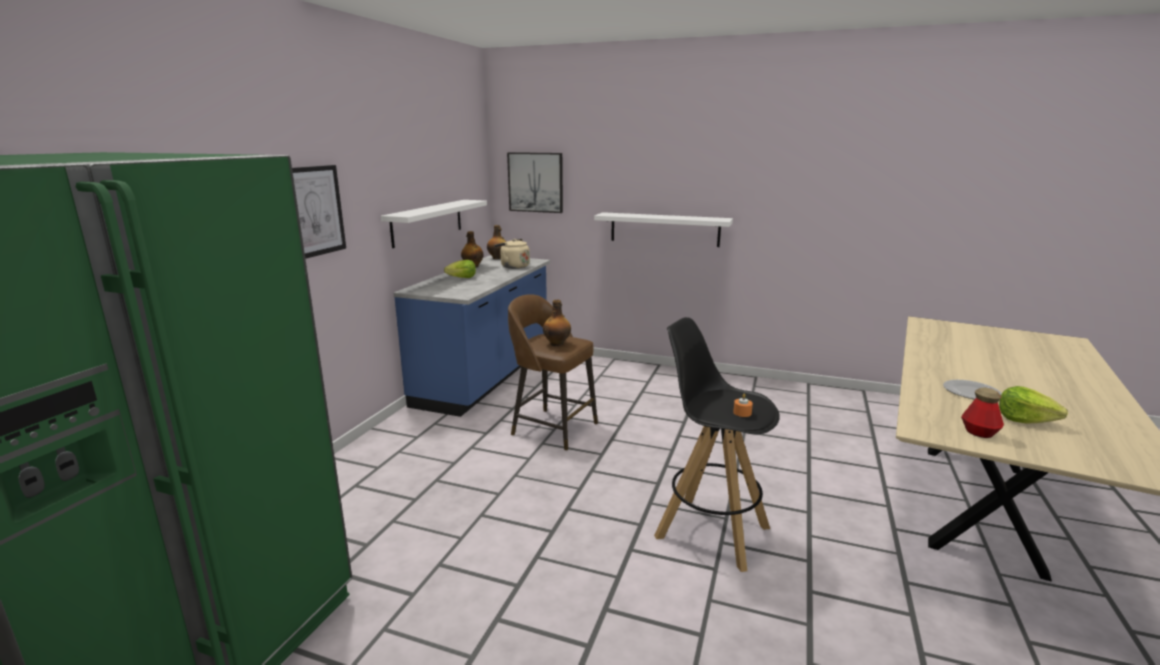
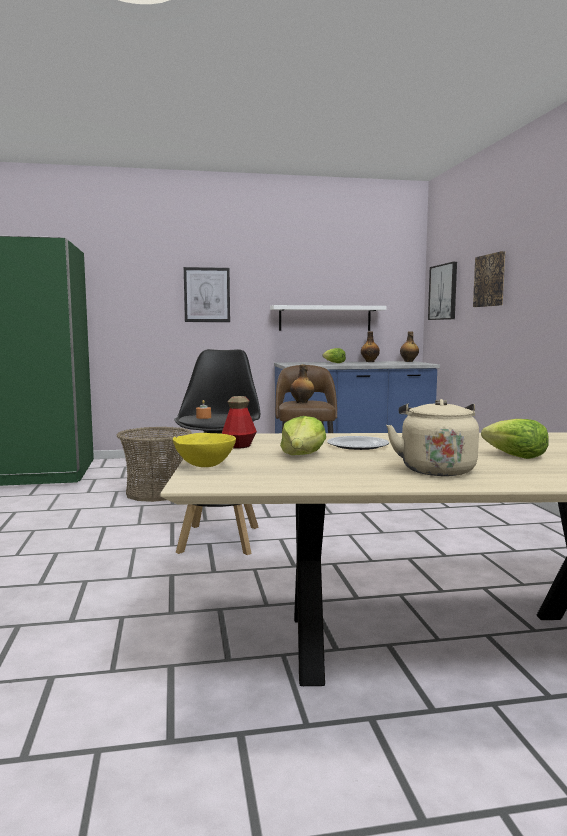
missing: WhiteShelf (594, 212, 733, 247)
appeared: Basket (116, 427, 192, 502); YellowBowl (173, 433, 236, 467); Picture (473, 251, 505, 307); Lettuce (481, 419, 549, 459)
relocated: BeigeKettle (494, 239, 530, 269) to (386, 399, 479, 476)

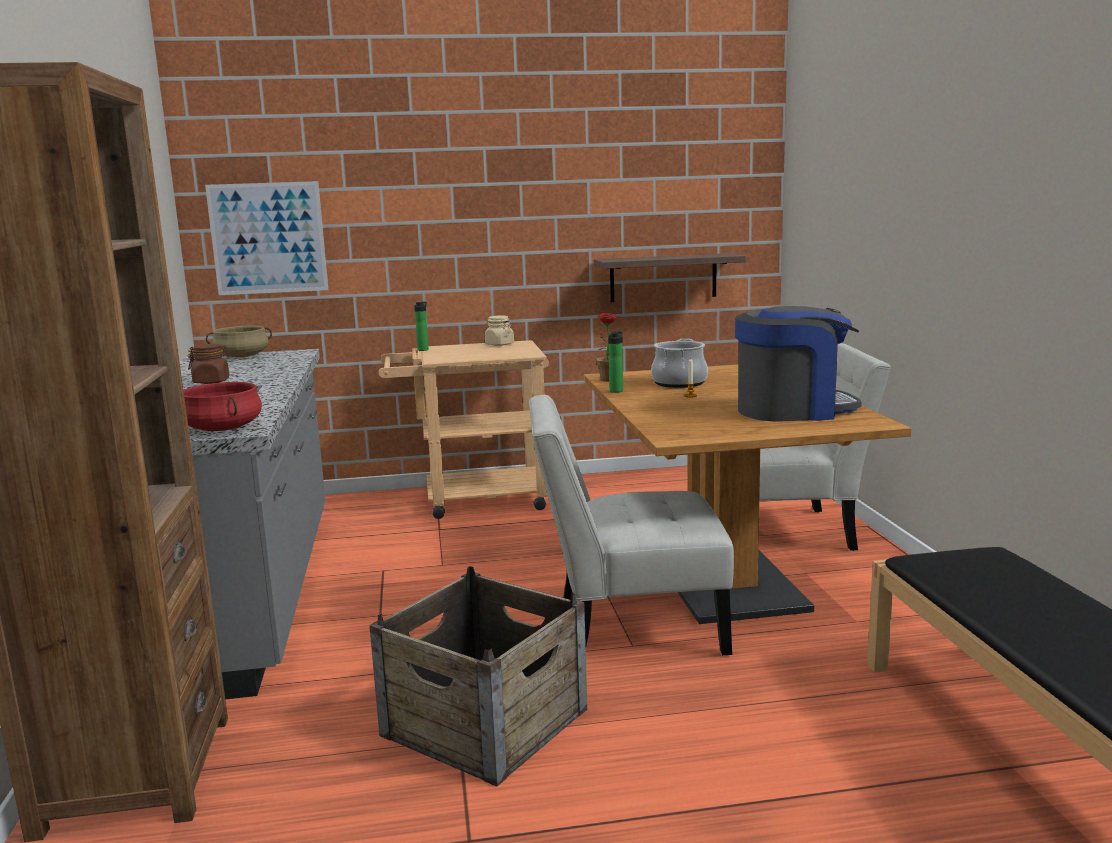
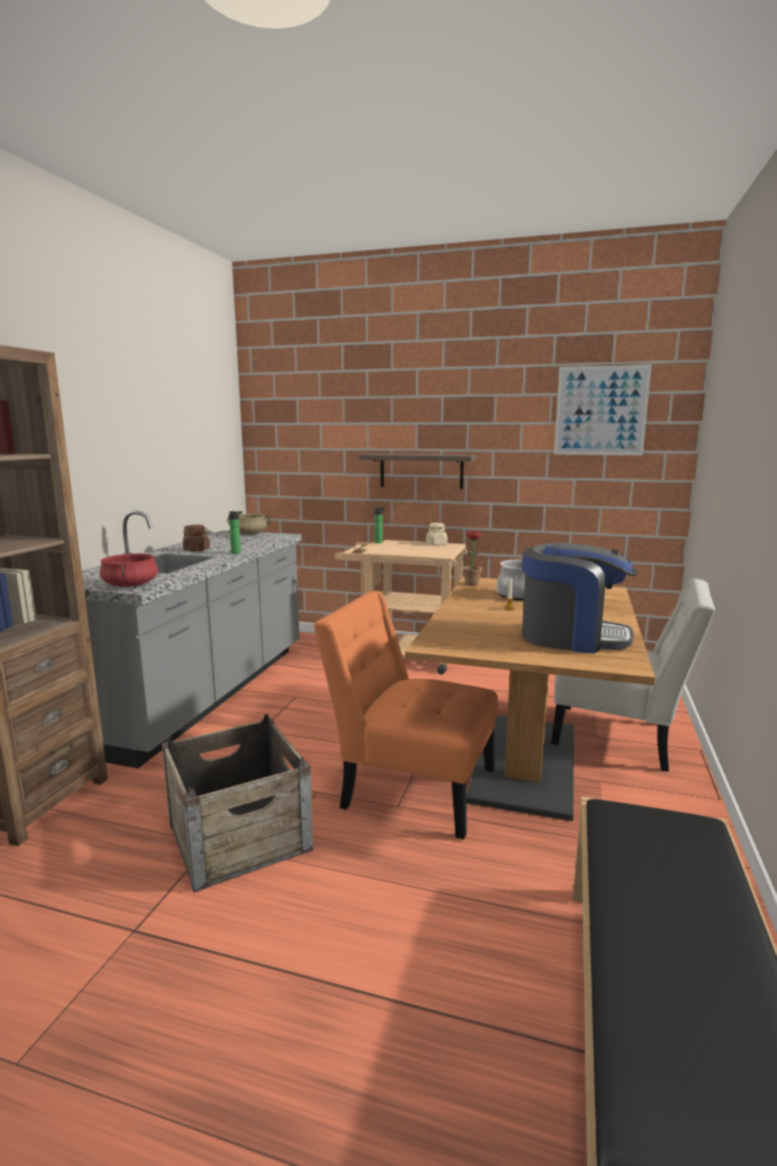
relocated: Bottle (608, 332, 623, 393) to (229, 511, 243, 554); Shelf (594, 253, 746, 302) to (359, 454, 477, 489); Picture (205, 181, 328, 295) to (554, 365, 652, 455)
colour: WhiteChair (529, 395, 734, 655) to OrangeChair (314, 591, 498, 840)

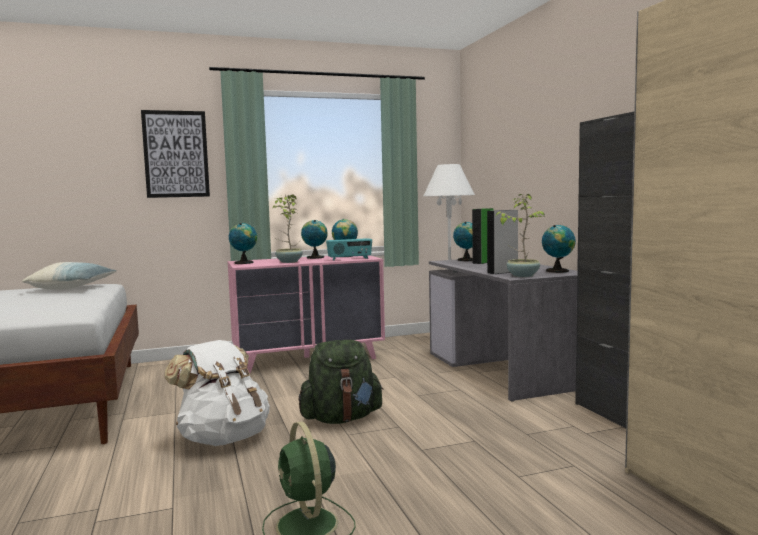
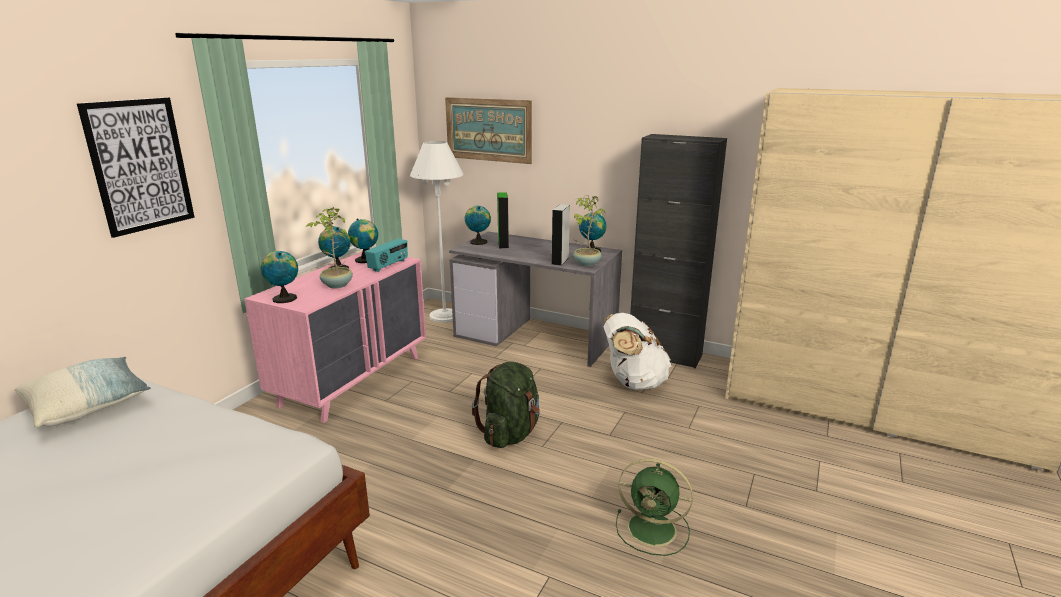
appeared: Picture (445, 97, 532, 164)
relocated: WhiteBackpack (164, 340, 270, 446) to (603, 313, 672, 390)

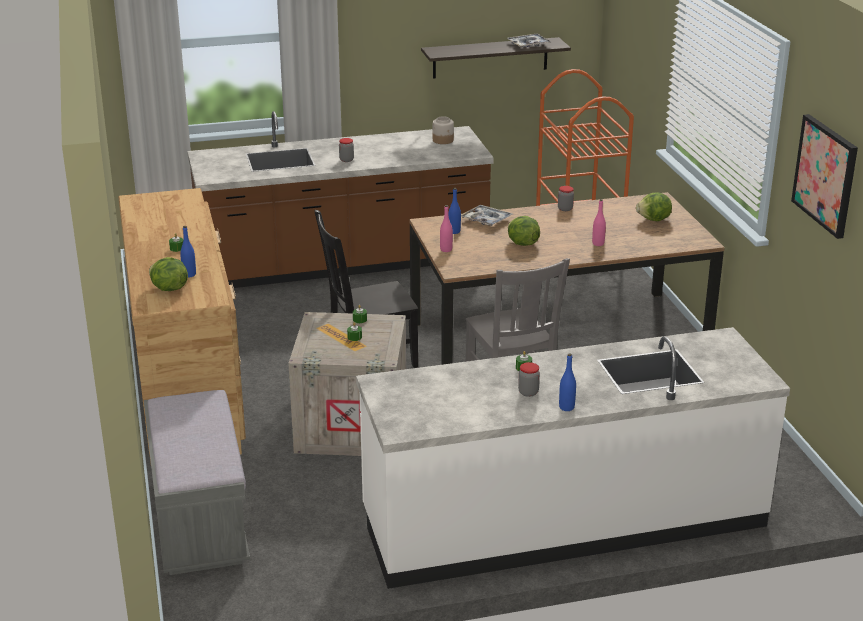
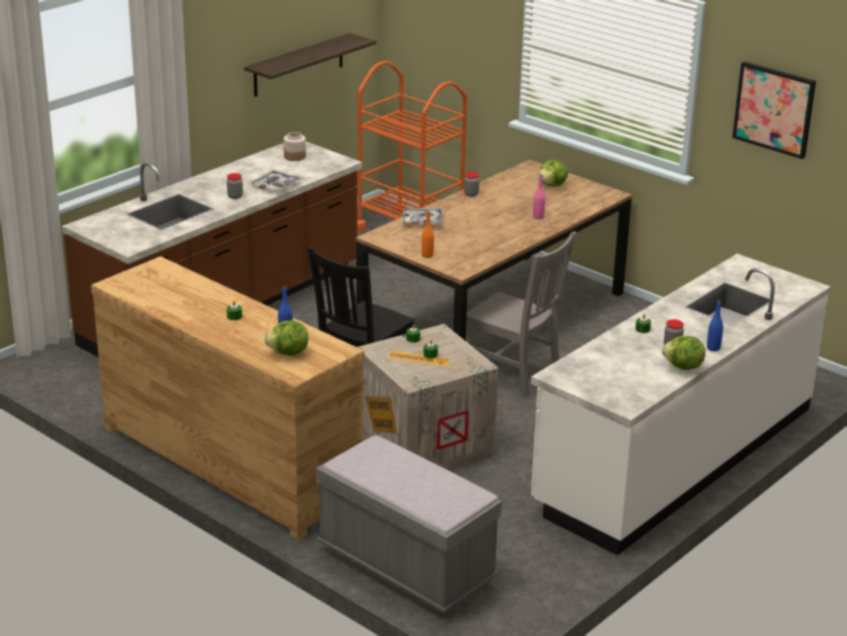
missing: BlueBottle (449, 188, 461, 234)
relocated: Tray (507, 34, 552, 47) to (250, 170, 301, 191); Lettuce (508, 216, 540, 246) to (662, 335, 705, 370)
colour: PinkBottle (440, 205, 453, 252) to OrangeBottle (421, 212, 434, 258)

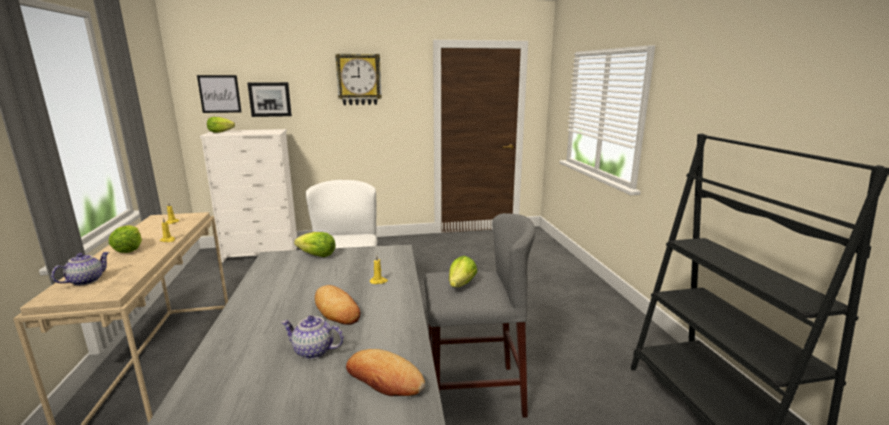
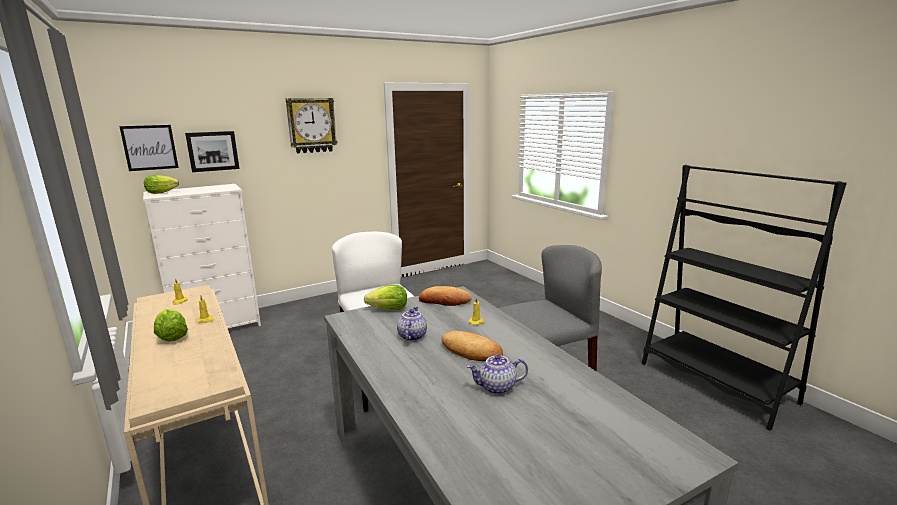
missing: Lettuce (449, 256, 477, 287)
relocated: Teapot (51, 252, 109, 286) to (397, 306, 427, 341); Bread (346, 349, 425, 396) to (419, 286, 472, 306)

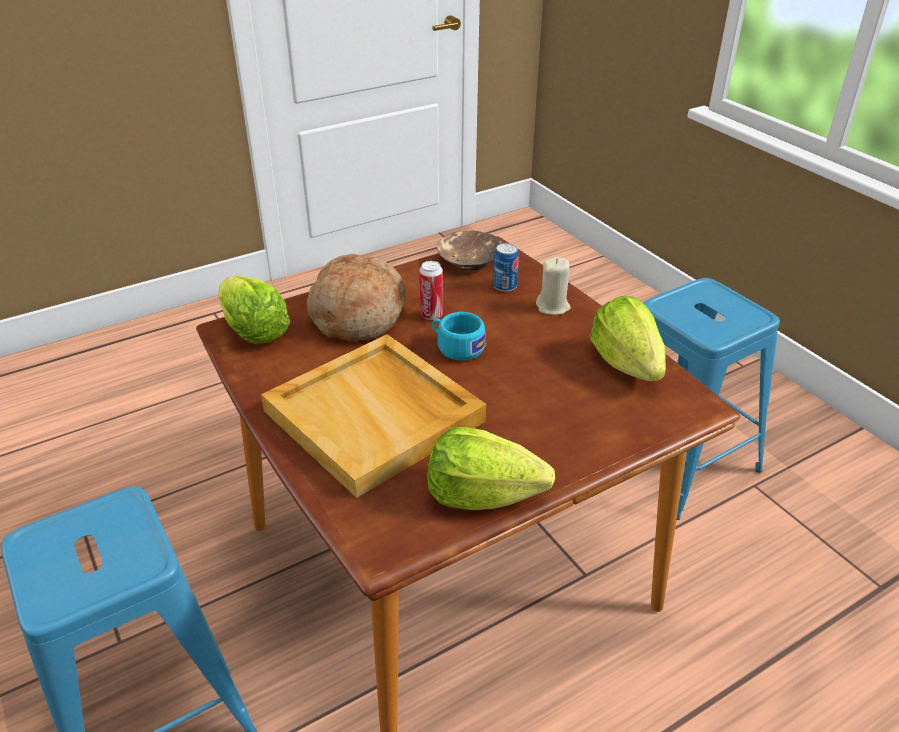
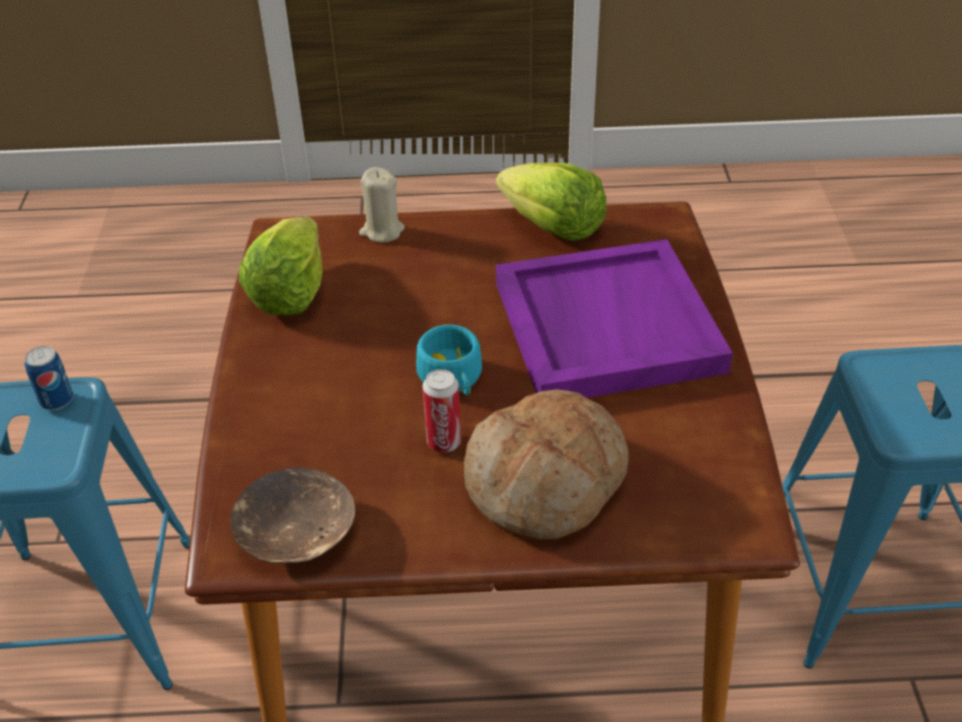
missing: Lettuce (218, 276, 290, 344)
relocated: Can (493, 243, 519, 292) to (25, 346, 73, 410); BeigeCandle (536, 257, 570, 315) to (359, 167, 405, 243)
colour: BeigeTray (261, 334, 486, 498) to PurpleTray (496, 239, 733, 398)

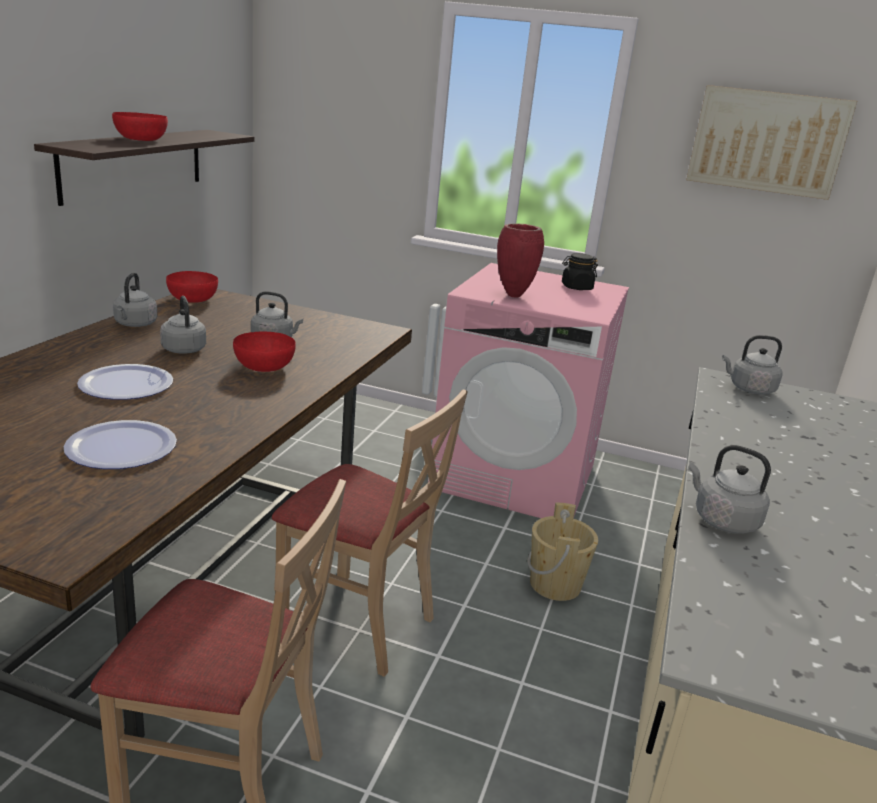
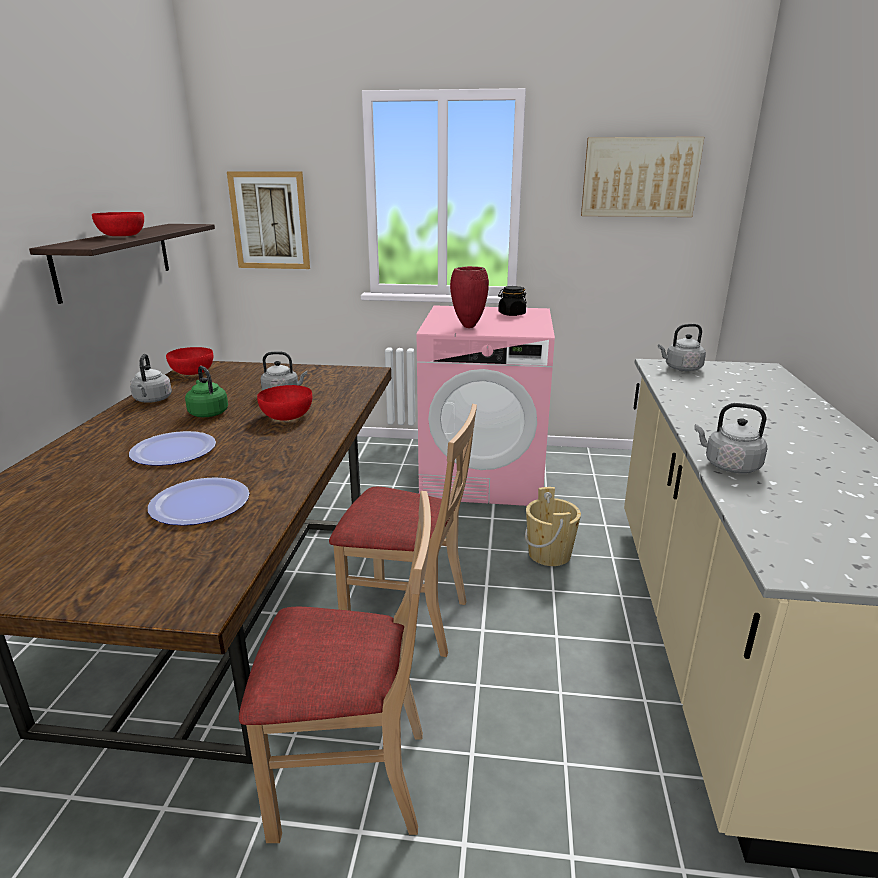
appeared: Picture (227, 171, 310, 269)
colour: GreyKettle (160, 296, 206, 354) to GreenKettle (185, 366, 228, 417)

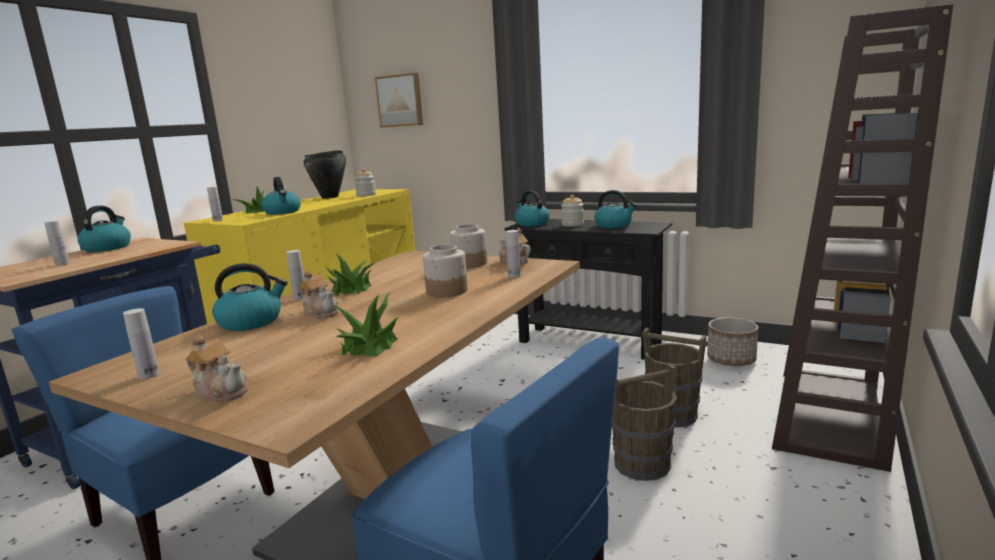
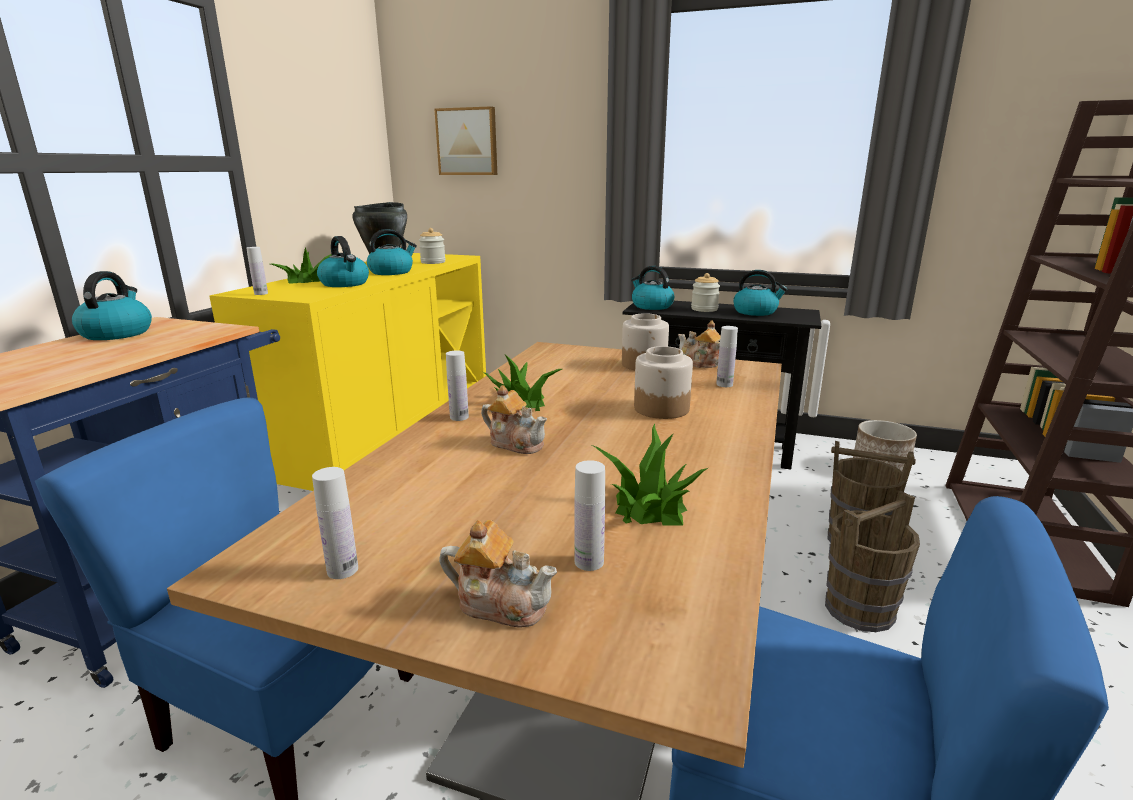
relocated: Kettle (212, 263, 287, 331) to (367, 229, 417, 275); WhiteBottle (44, 221, 70, 266) to (575, 460, 605, 571)

